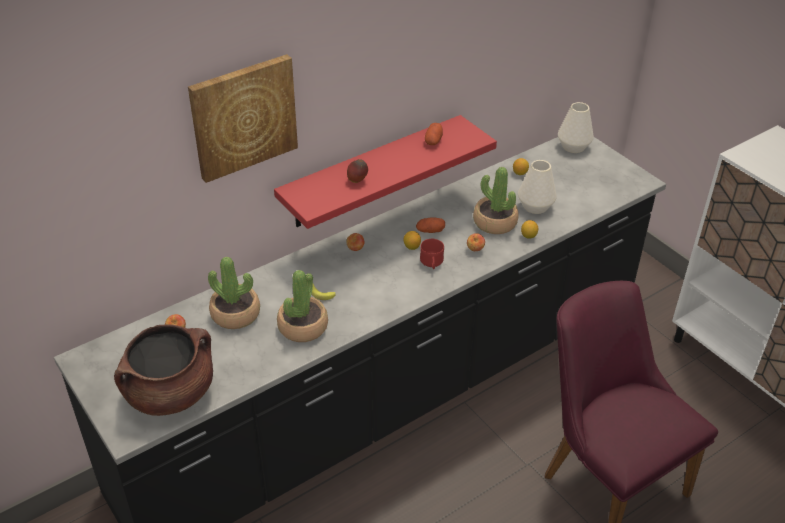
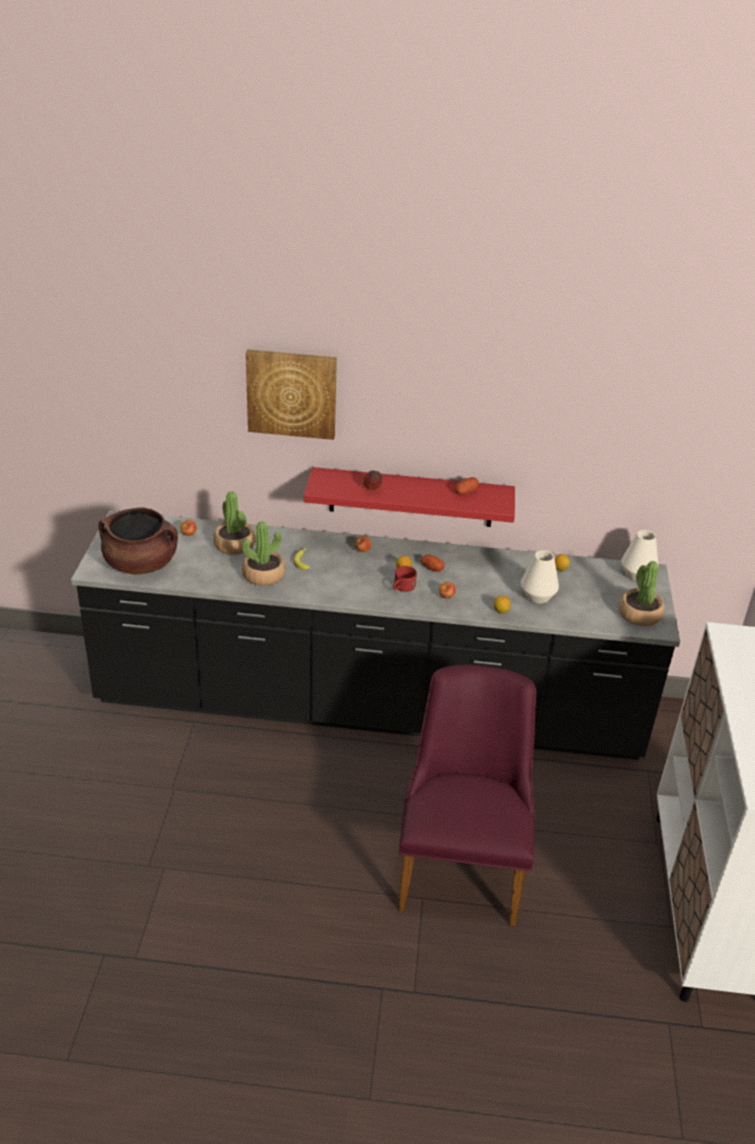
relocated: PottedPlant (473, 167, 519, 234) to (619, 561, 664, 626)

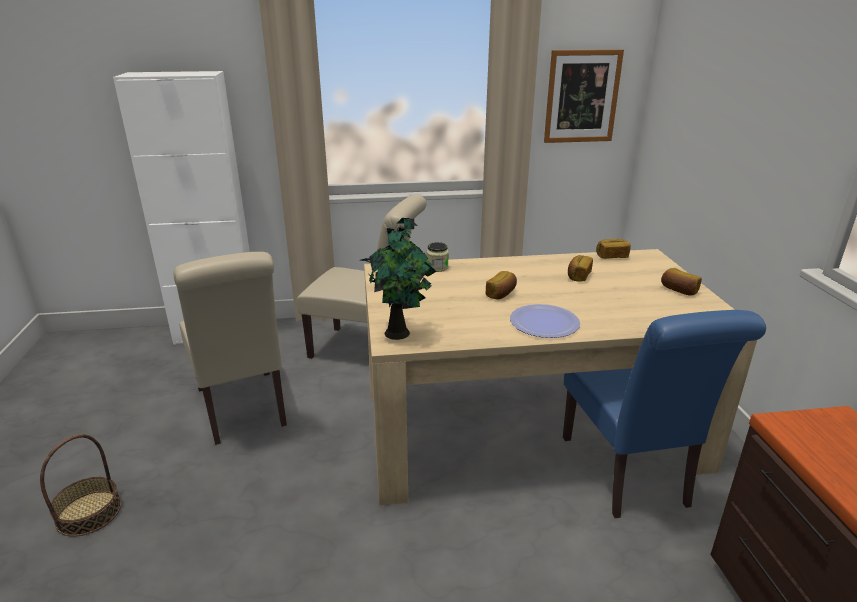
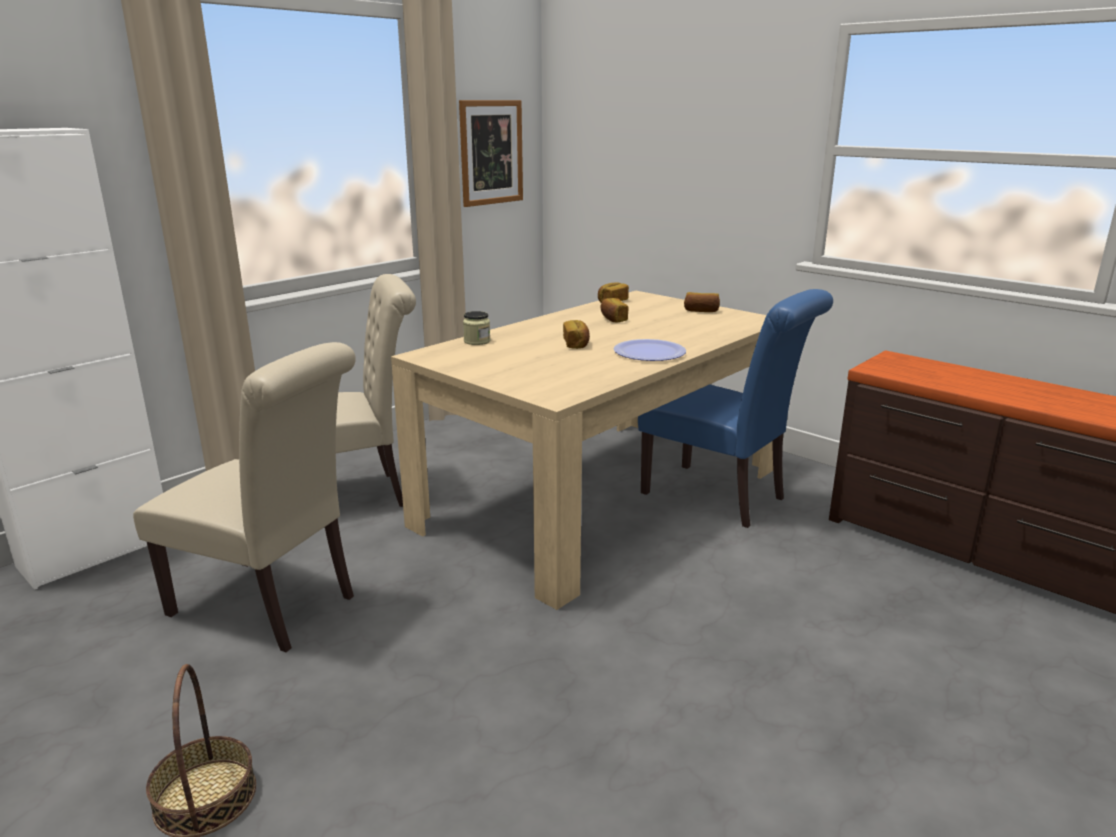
missing: PottedPlant (360, 218, 437, 340)

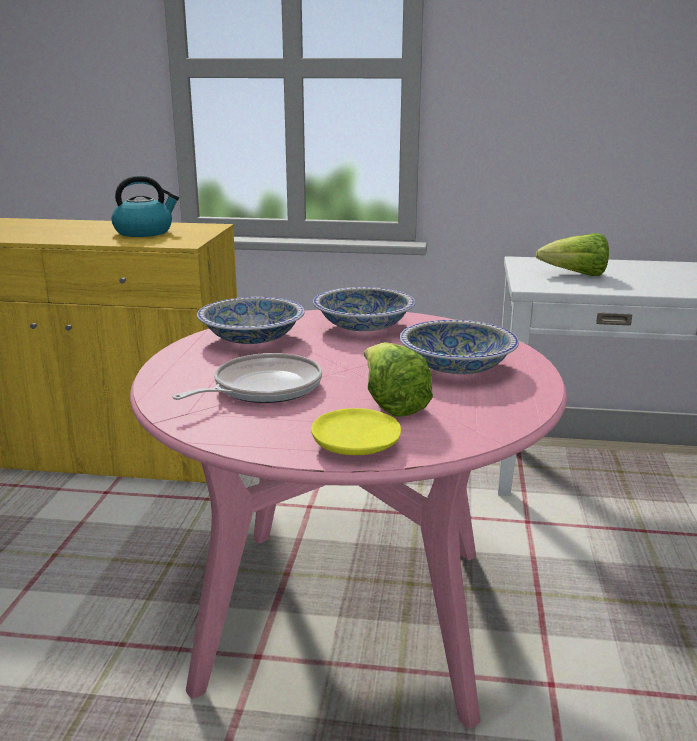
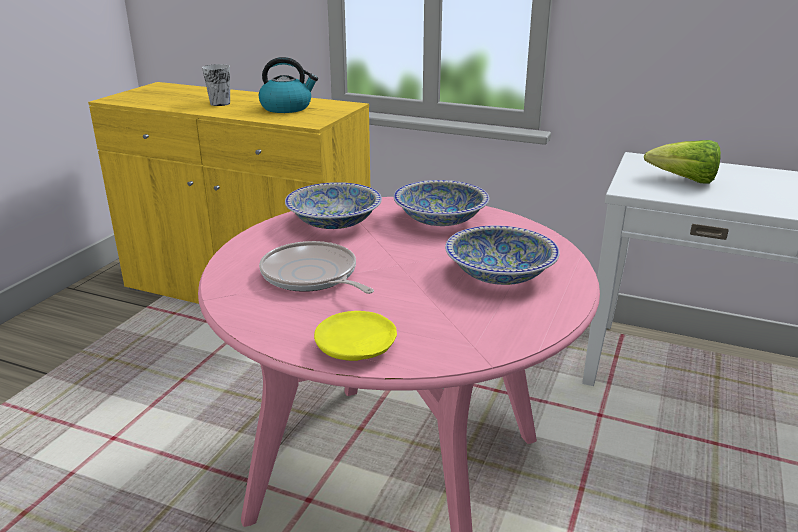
missing: Lettuce (364, 342, 433, 417)
appeared: Cup (202, 64, 230, 106)
spun: FryingPan (172, 353, 322, 403) = (259, 241, 374, 294) 105 degrees counterclockwise

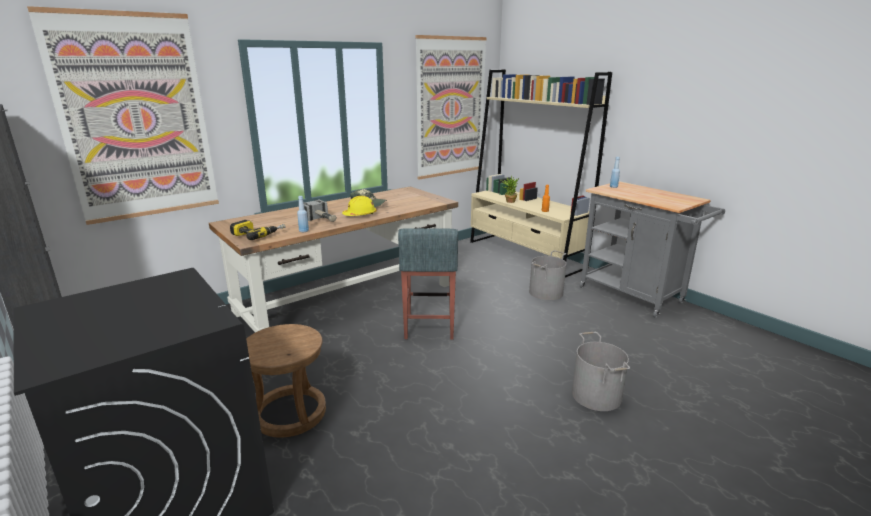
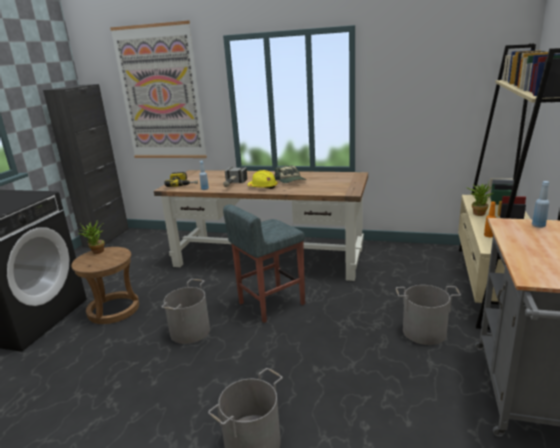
missing: Picture (416, 35, 487, 180)
appeared: PottedPlant (78, 221, 105, 254); GreyBucket (162, 279, 210, 344)

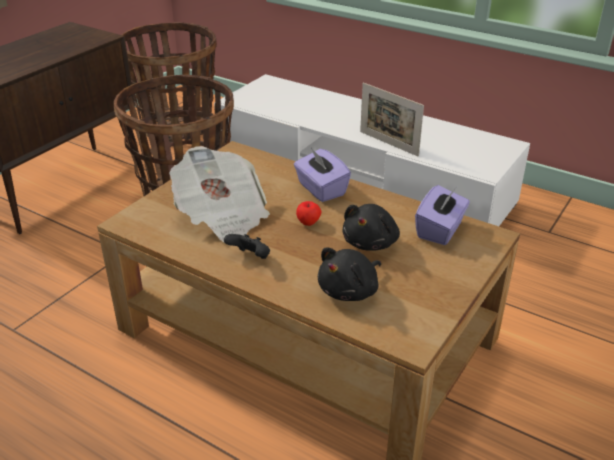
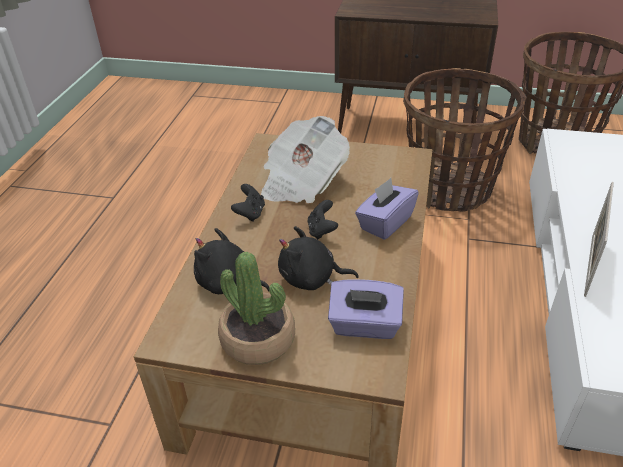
appeared: PottedPlant (218, 252, 295, 365)
exchanged: Apple (296, 201, 321, 226) to BlackGameController (307, 200, 338, 239)

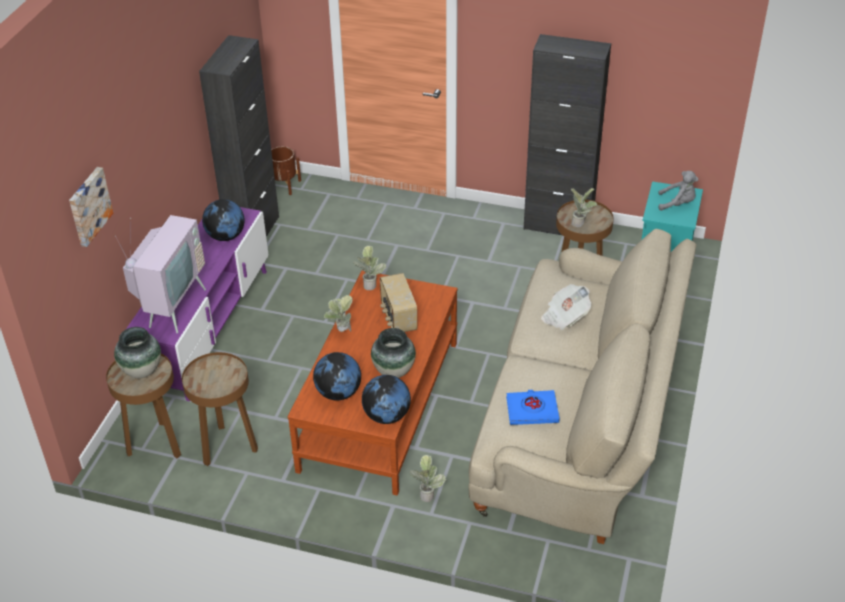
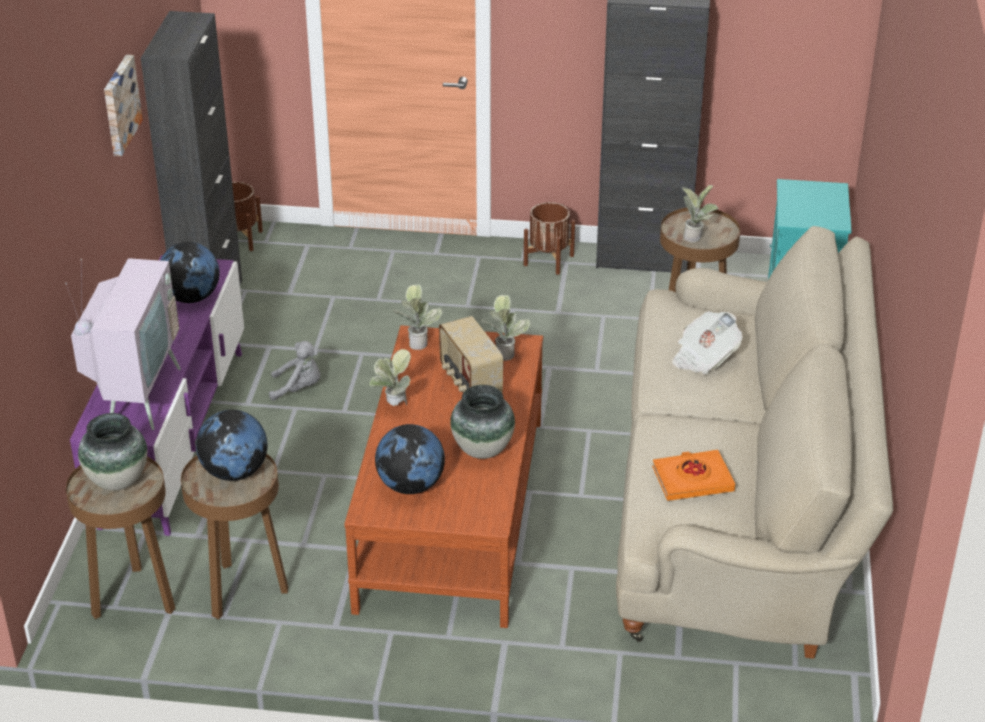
appeared: BrownPlanter (524, 202, 575, 275)
relocated: Picture (69, 167, 113, 247) to (104, 55, 143, 156); Globe (362, 375, 411, 424) to (196, 410, 268, 481); GreyPlushToy (658, 171, 699, 211) to (269, 341, 320, 401); PottedPlant (409, 455, 446, 502) to (481, 295, 532, 361)
colour: BlueBook (506, 390, 560, 425) to OrangeBook (652, 450, 735, 501)

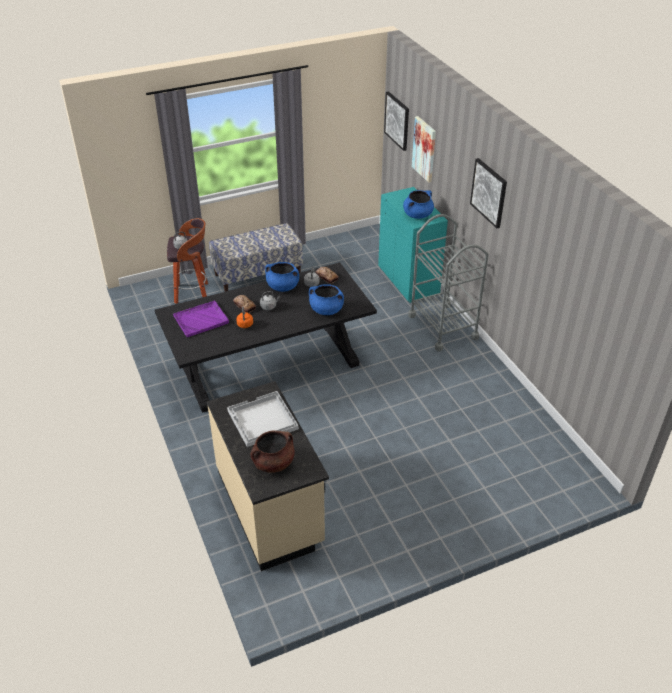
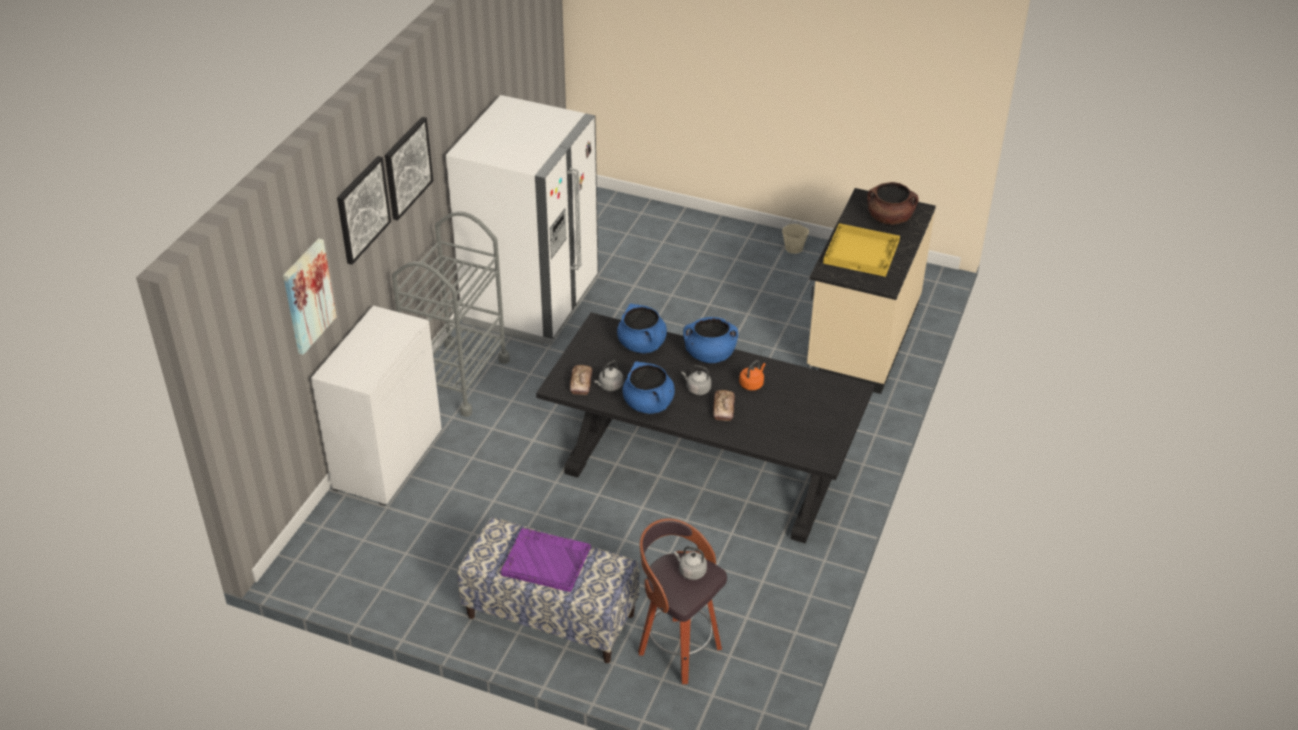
appeared: WhiteFridge (446, 95, 599, 345); BeigeBucket (782, 218, 809, 254)
relocated: Picture (384, 91, 409, 151) to (337, 156, 391, 265); PurpleTray (173, 301, 229, 337) to (500, 528, 591, 592); BlueCookingPot (403, 190, 434, 219) to (683, 317, 738, 363)
colour: TurquoiseCabinet (378, 187, 448, 303) to WhiteCabinet (311, 306, 442, 506); WhiteTray (227, 391, 299, 447) to YellowTray (823, 223, 900, 277)

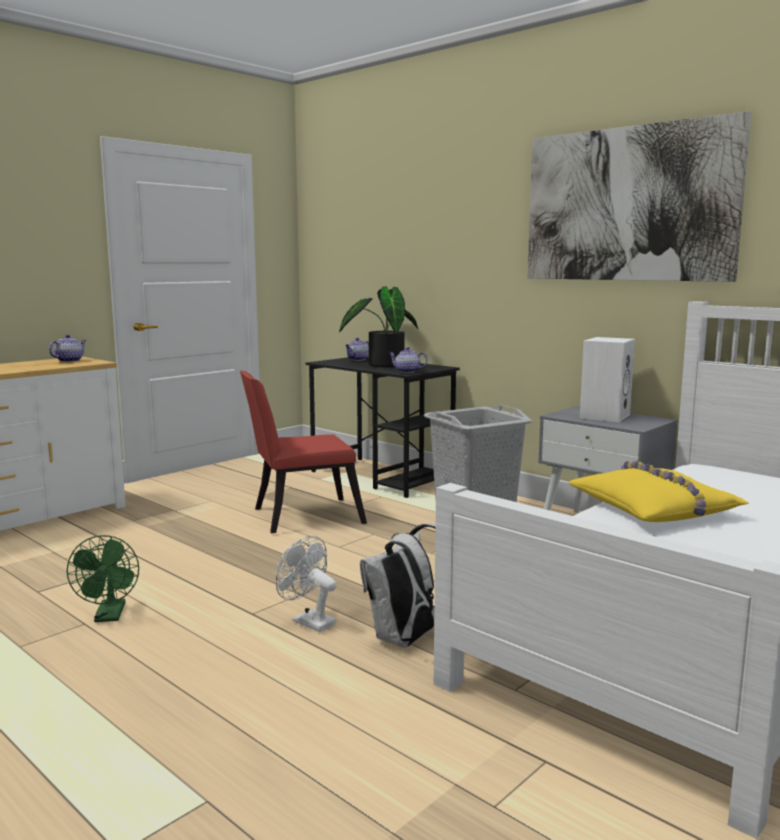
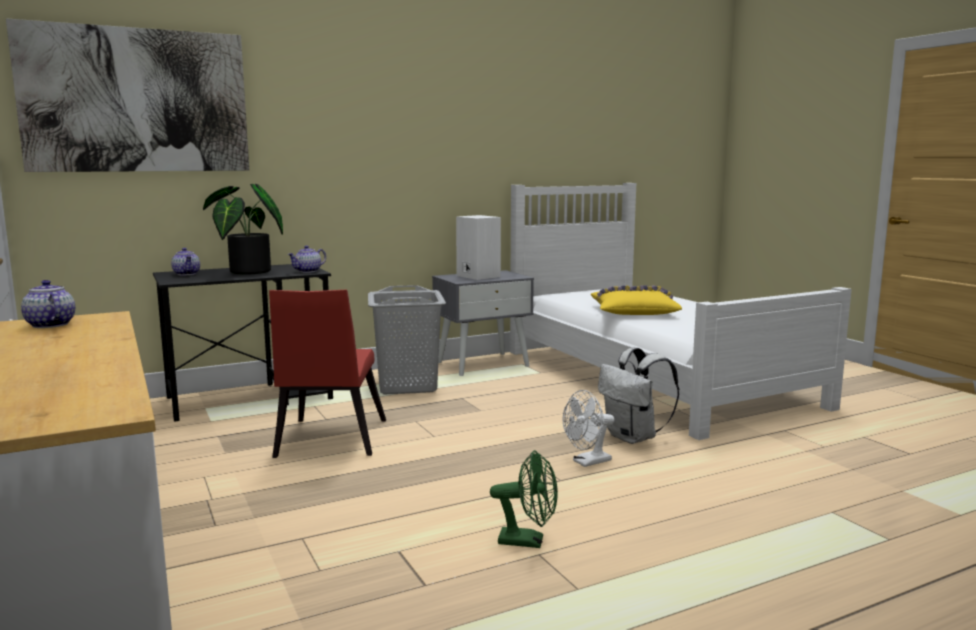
relocated: Picture (527, 111, 751, 282) to (6, 18, 249, 172)

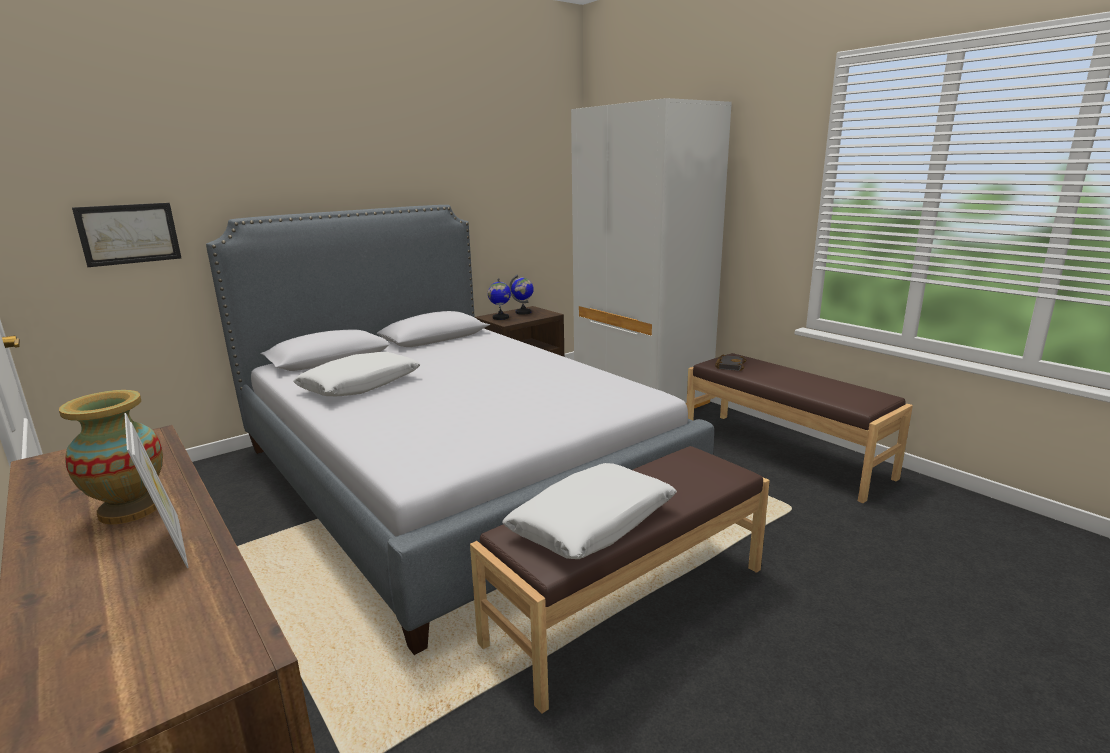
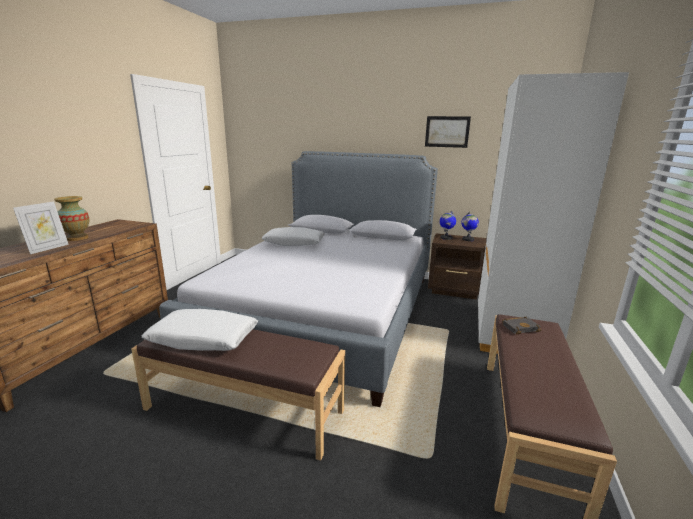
relocated: Picture (72, 203, 181, 267) to (425, 116, 471, 148)

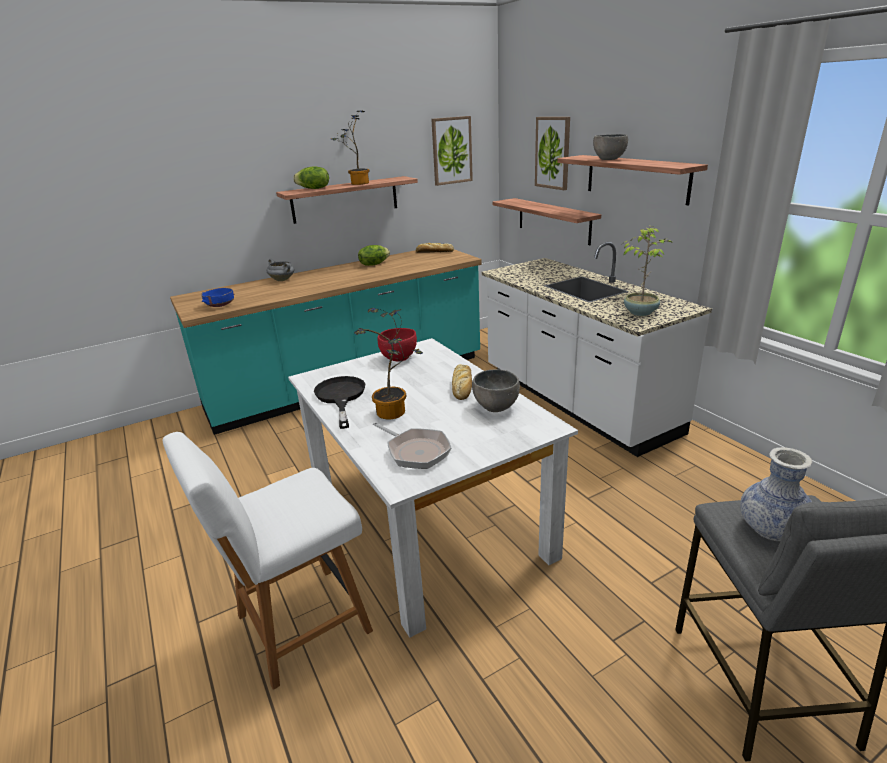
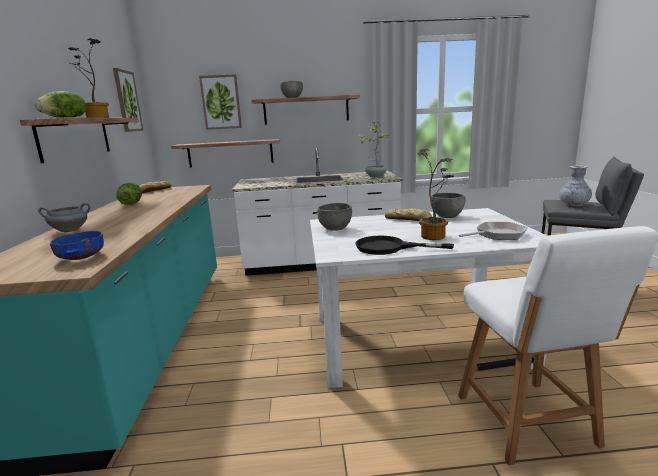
colour: RedBowl (378, 328, 417, 361) to GreyBowl (317, 203, 352, 231)

